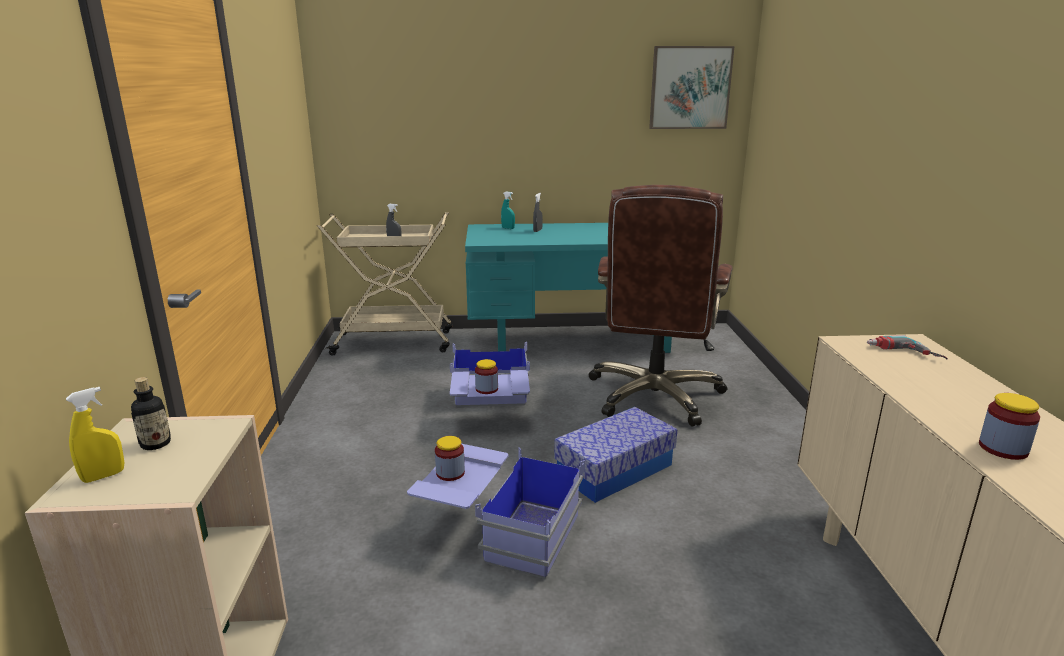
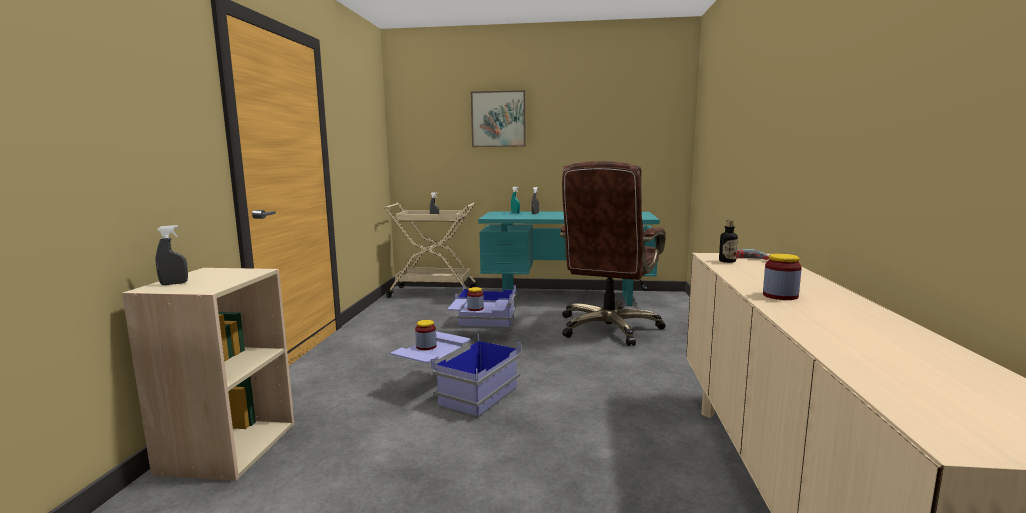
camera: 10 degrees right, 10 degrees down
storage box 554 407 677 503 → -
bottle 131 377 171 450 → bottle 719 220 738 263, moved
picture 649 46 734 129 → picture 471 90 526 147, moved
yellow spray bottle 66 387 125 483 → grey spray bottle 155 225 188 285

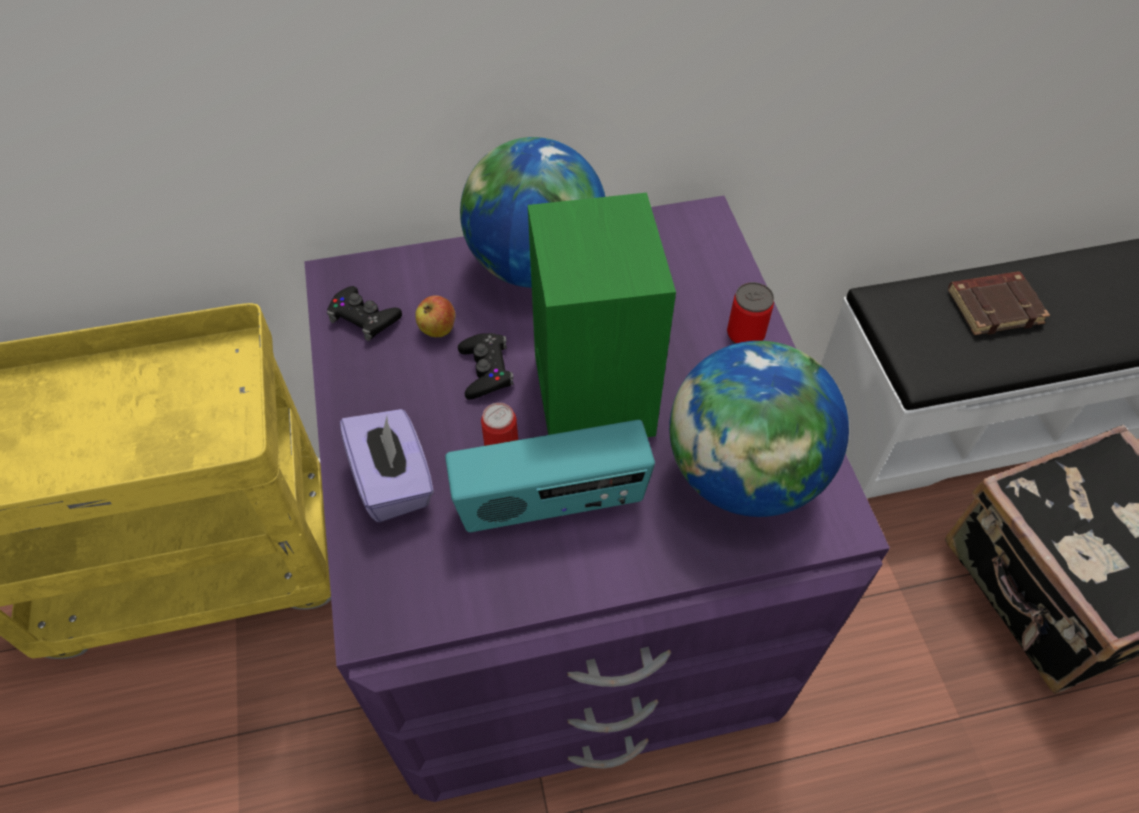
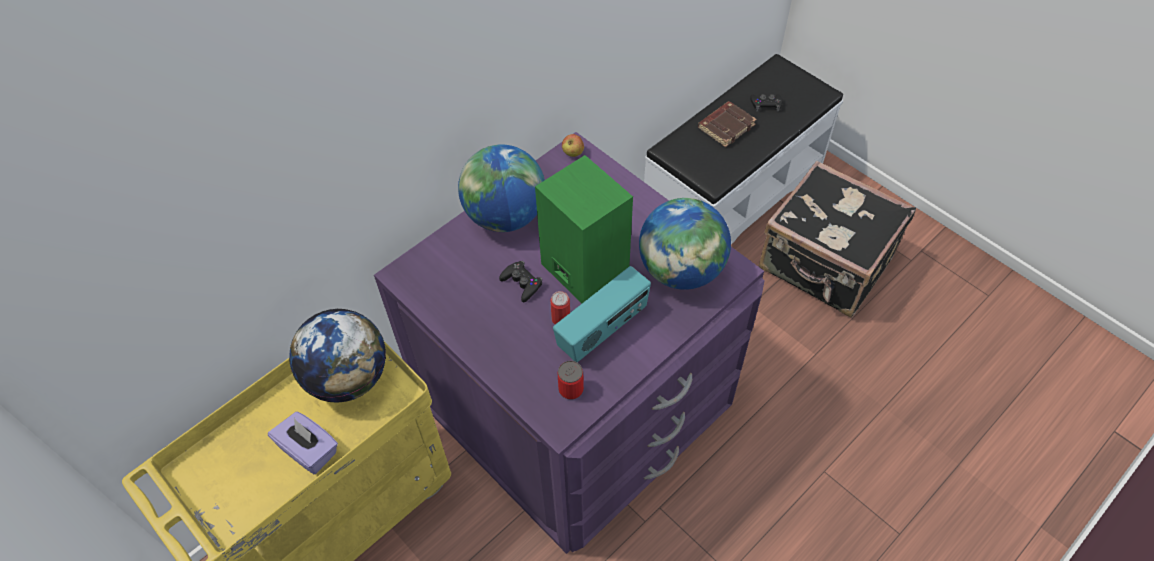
camera: 30 degrees left, 0 degrees up
- → globe 289 309 386 402
black game controller 327 286 402 341 → black game controller 750 94 783 111, moved
purple tissue box 340 409 434 522 → purple tissue box 268 412 338 474, moved
apple 415 295 456 337 → apple 562 134 584 157, moved
can 727 282 774 344 → can 558 361 584 400, moved

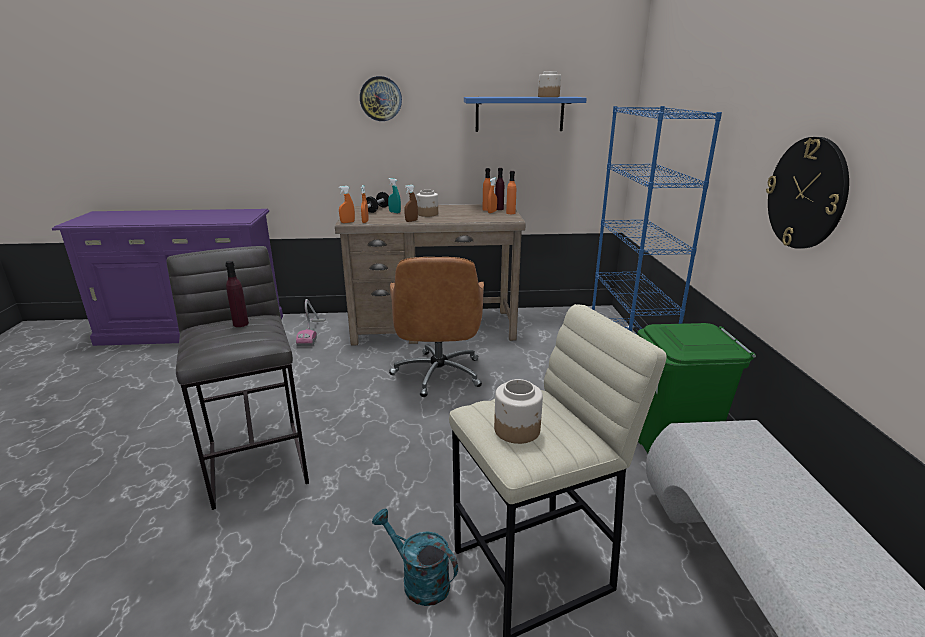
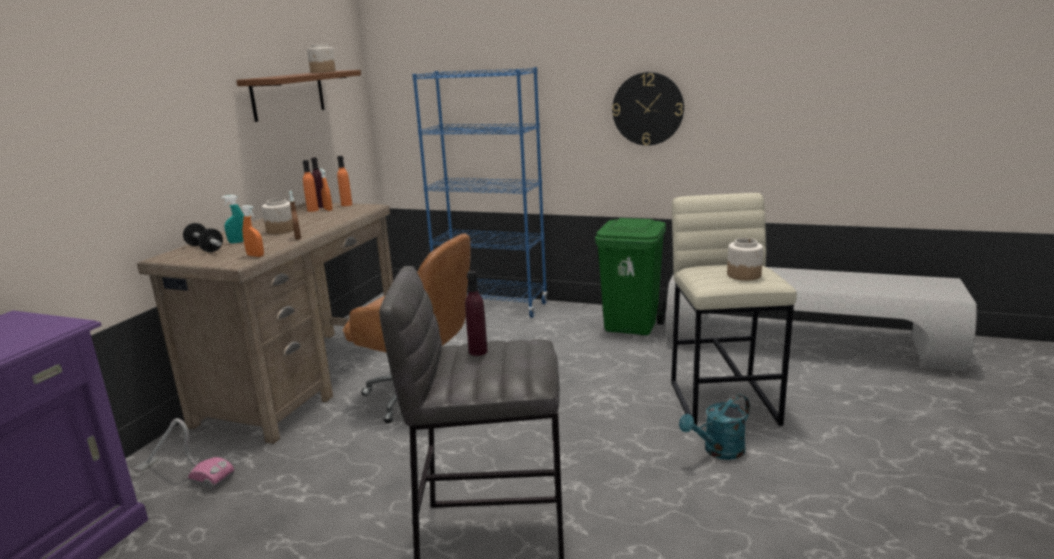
camera: 65 degrees left, 5 degrees down
orange spray bottle 338 186 355 223 → -
wall clock 360 76 402 121 → -
blue shelf 464 97 587 132 → brown shelf 236 70 361 122

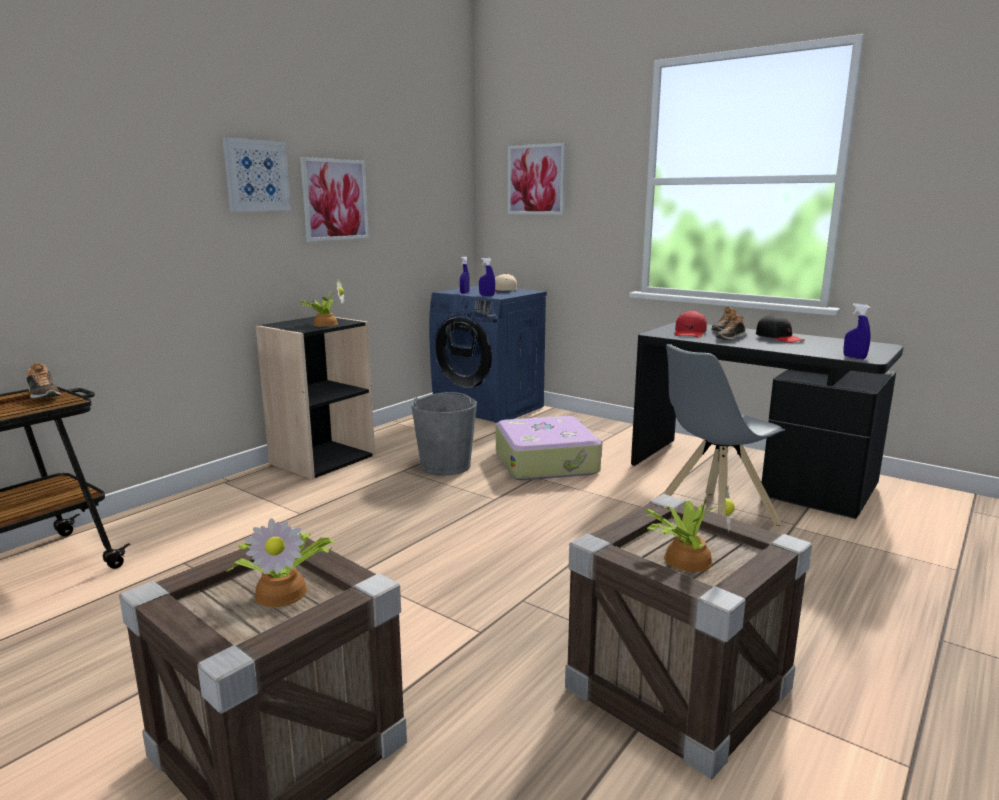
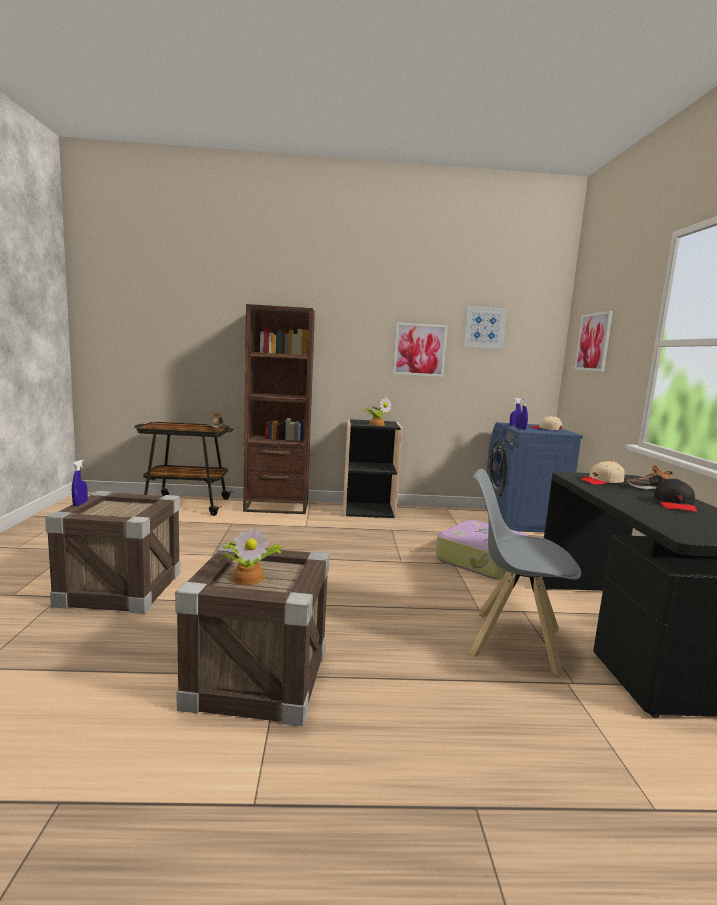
camera: 50 degrees right, 5 degrees down
potted plant 227 518 334 607 → -
grey bucket 411 392 477 476 → -
shoe 715 313 747 340 → -
- → brown bookcase 243 304 315 514
picture 222 137 291 211 → picture 463 306 507 349, moved
blue spray bottle 844 303 871 359 → blue spray bottle 72 460 88 506, moved
red cap 675 310 707 338 → beige cap 580 461 625 485

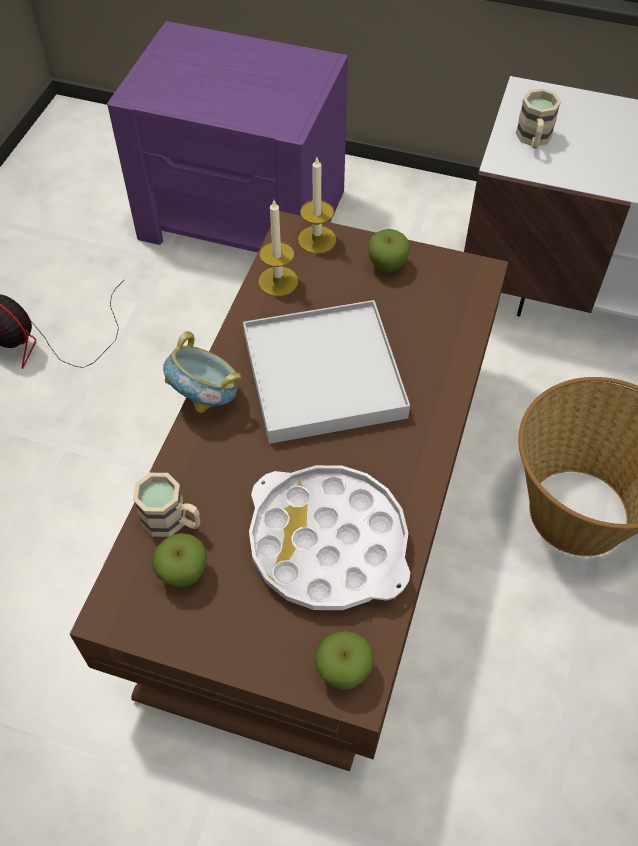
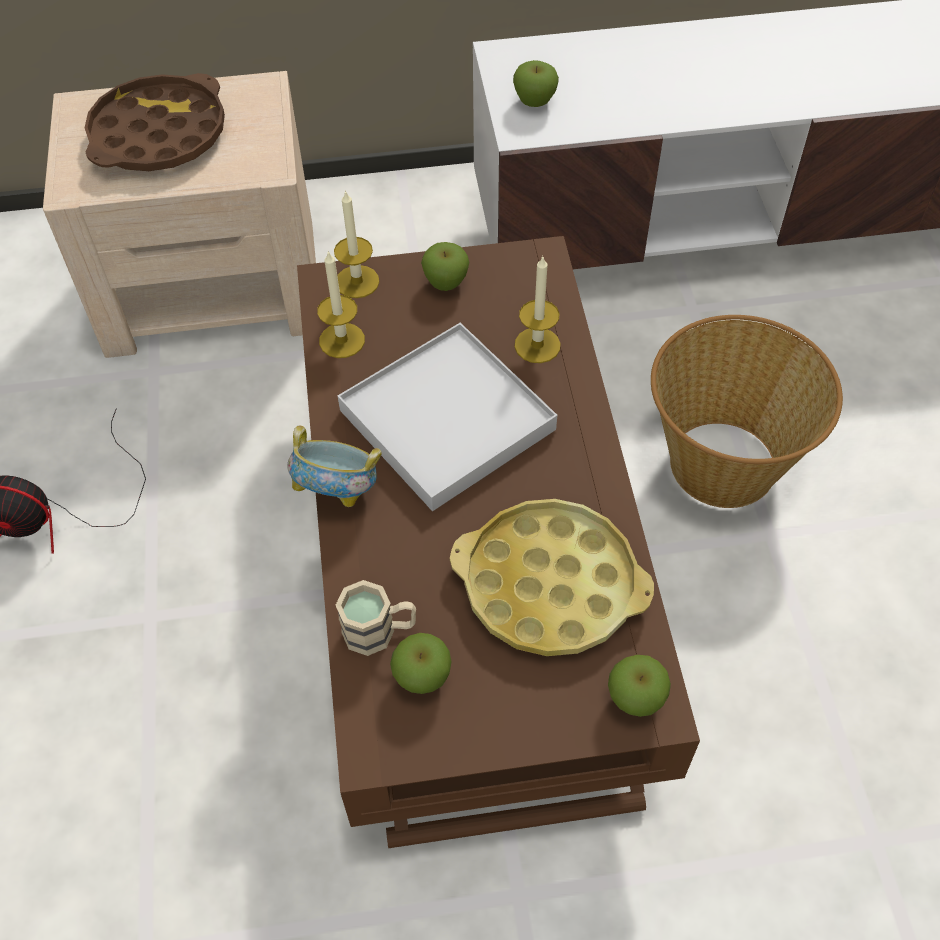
camera: 25 degrees left, 0 degrees up
- → brown tray 84 73 225 171
- → candle 515 255 561 363
beige mug 516 89 561 149 → apple 513 60 559 107
purple nightstand 107 21 348 253 → beige nightstand 43 71 316 358
white tray 249 465 410 610 → yellow tray 450 499 654 656

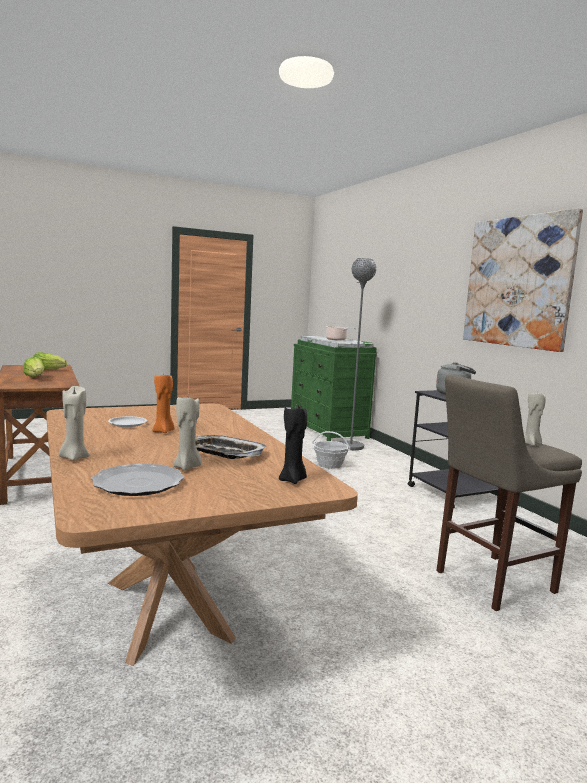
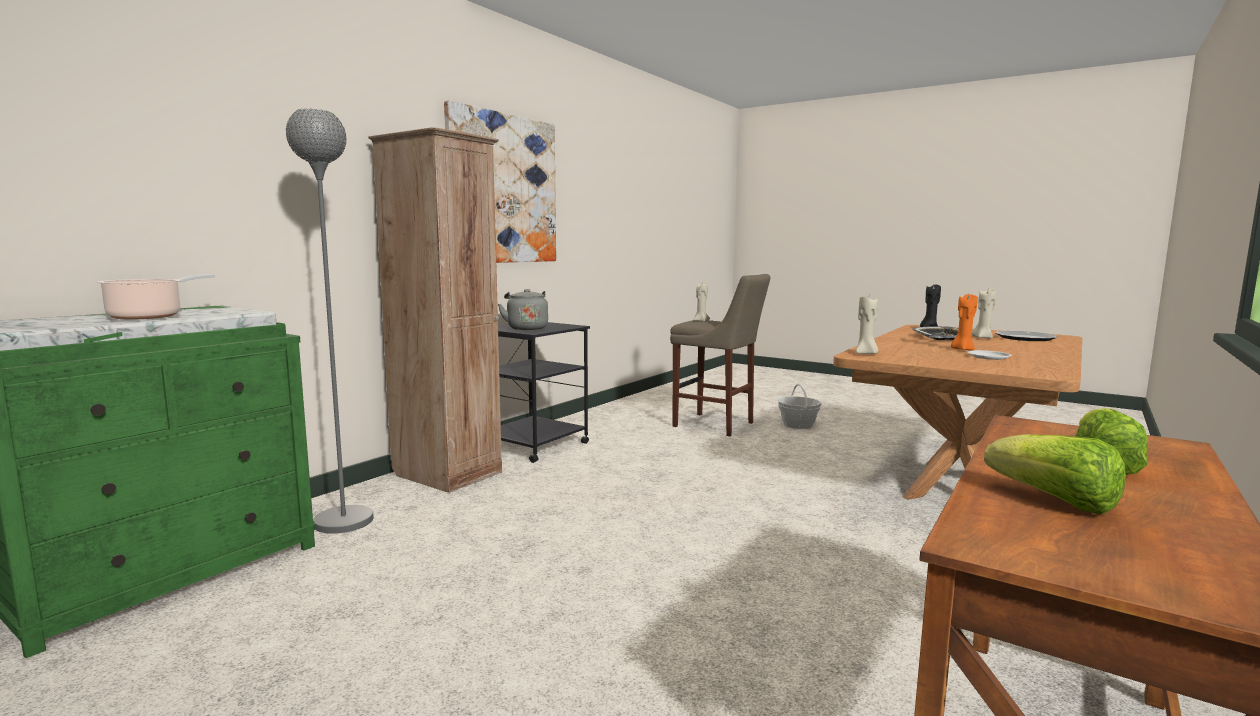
camera: 120 degrees left, 0 degrees up
- → brown cabinet 368 127 502 493
beige candle 59 386 89 460 → beige candle 856 297 878 354, moved
basket 313 431 350 469 → basket 778 384 821 429, moved

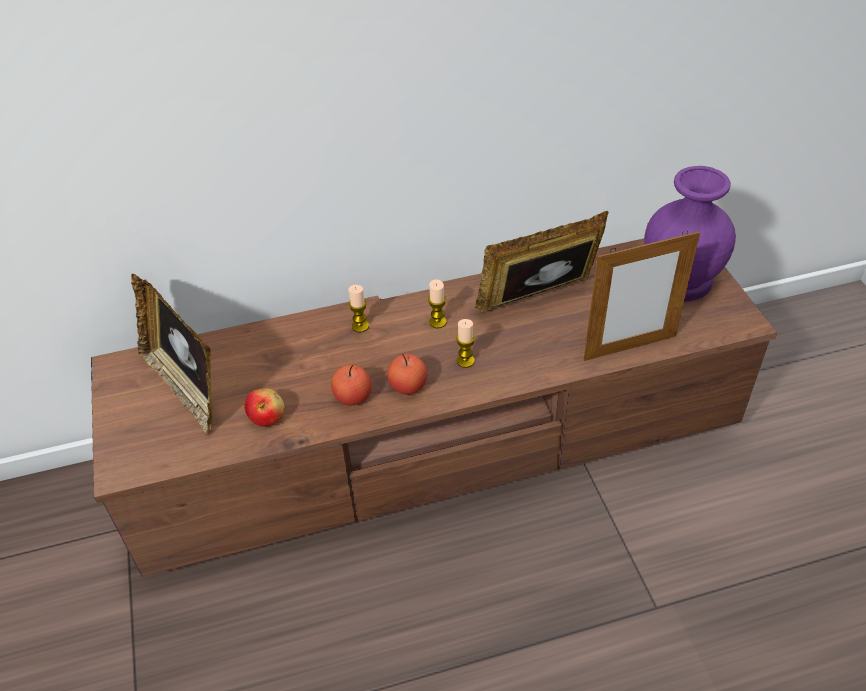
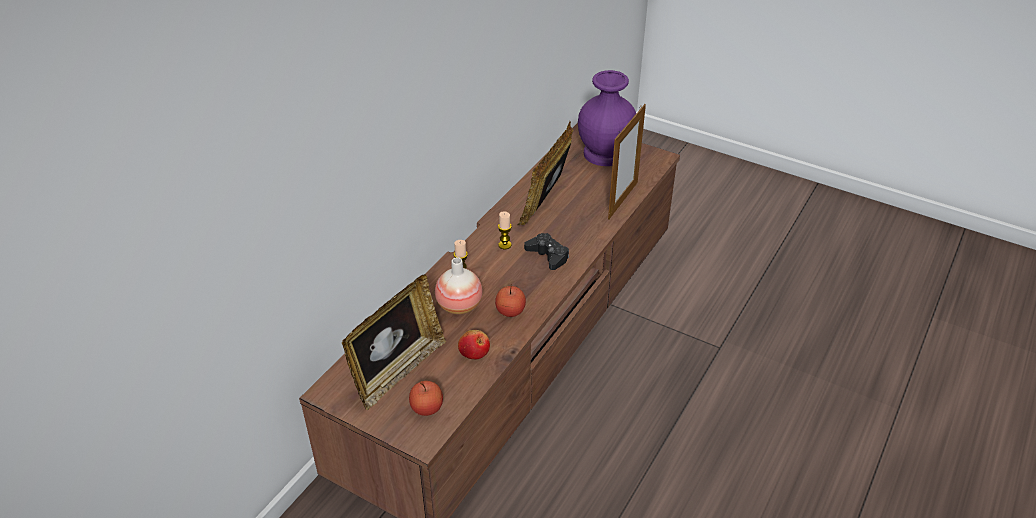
camera: 45 degrees left, 5 degrees down
- → vase 435 257 483 314
apple 387 354 427 394 → apple 409 381 443 416, moved
candle 456 319 475 368 → black game controller 524 233 569 270
picture frame 131 274 213 435 → picture frame 342 274 446 410, 60 degrees counterclockwise

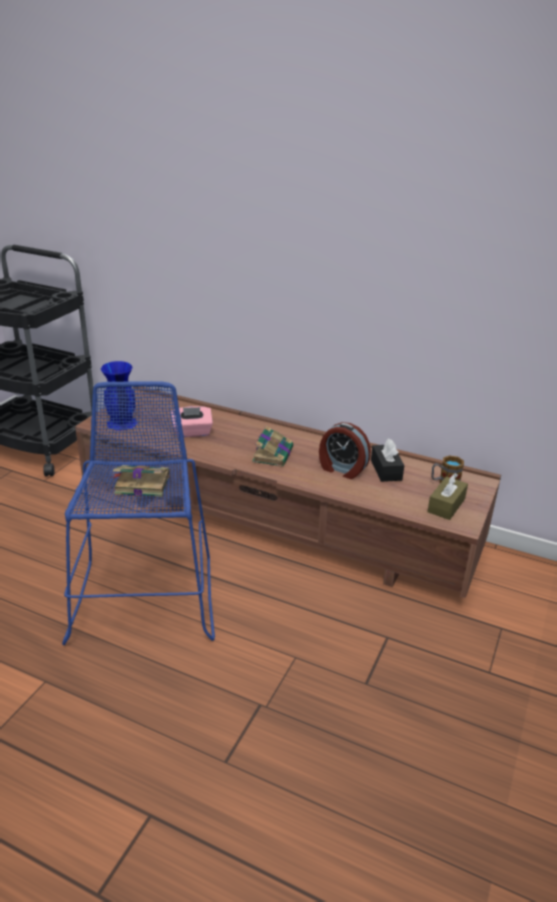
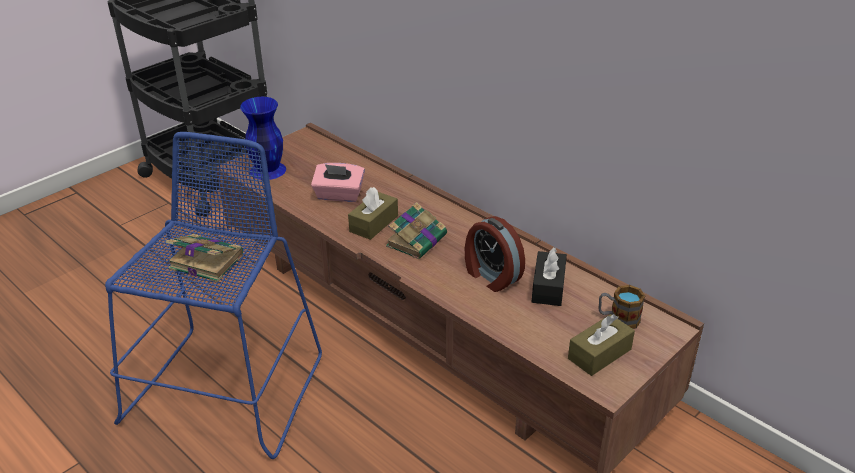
camera: 20 degrees right, 5 degrees up
- → brown tissue box 348 187 398 240

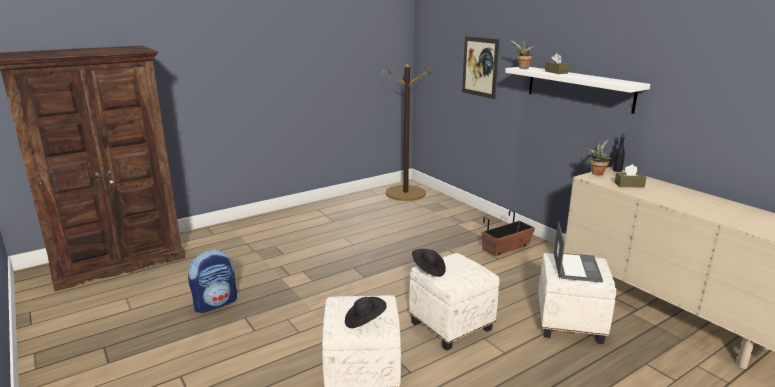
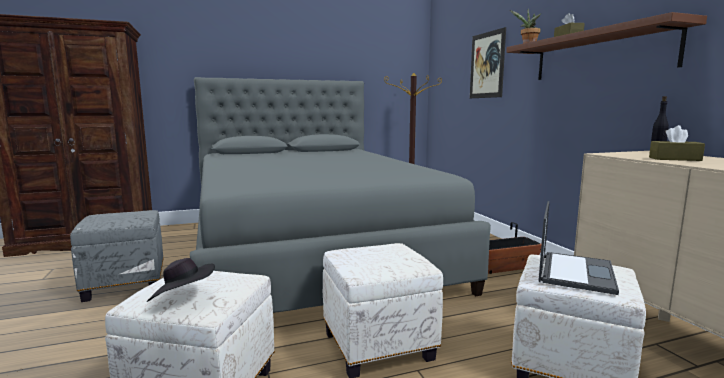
camera: 15 degrees right, 10 degrees down
black hat 412 249 446 277 → -
potted plant 587 139 612 176 → -
- → grey bed 190 77 491 313
backpack 188 250 237 313 → grey ottoman 70 210 163 302
white shelf 505 67 650 114 → brown shelf 506 12 707 80

